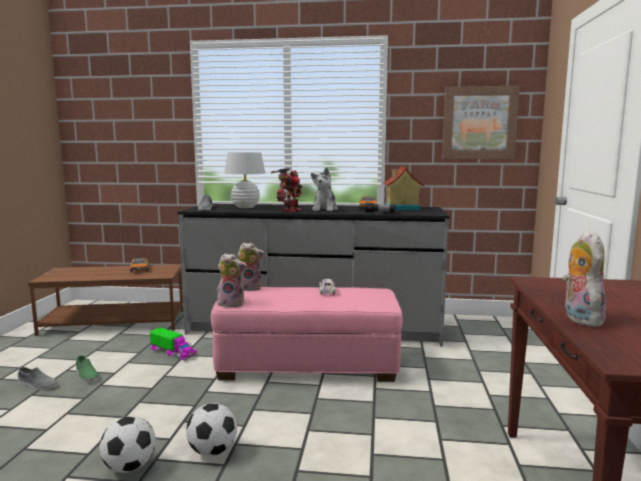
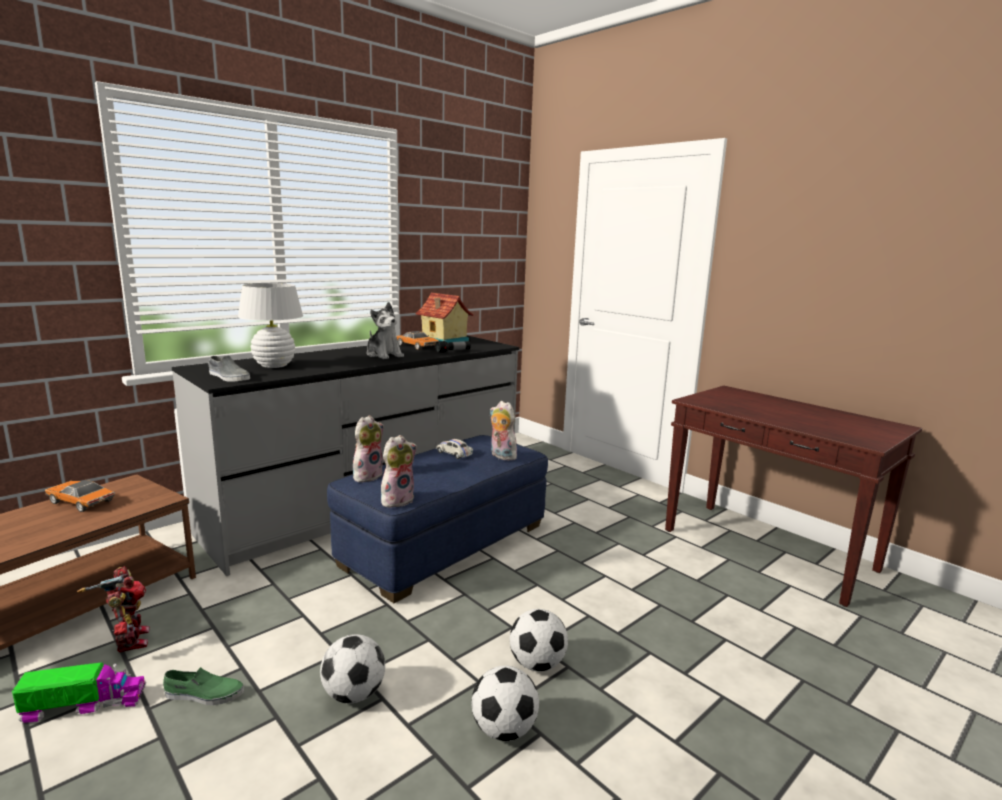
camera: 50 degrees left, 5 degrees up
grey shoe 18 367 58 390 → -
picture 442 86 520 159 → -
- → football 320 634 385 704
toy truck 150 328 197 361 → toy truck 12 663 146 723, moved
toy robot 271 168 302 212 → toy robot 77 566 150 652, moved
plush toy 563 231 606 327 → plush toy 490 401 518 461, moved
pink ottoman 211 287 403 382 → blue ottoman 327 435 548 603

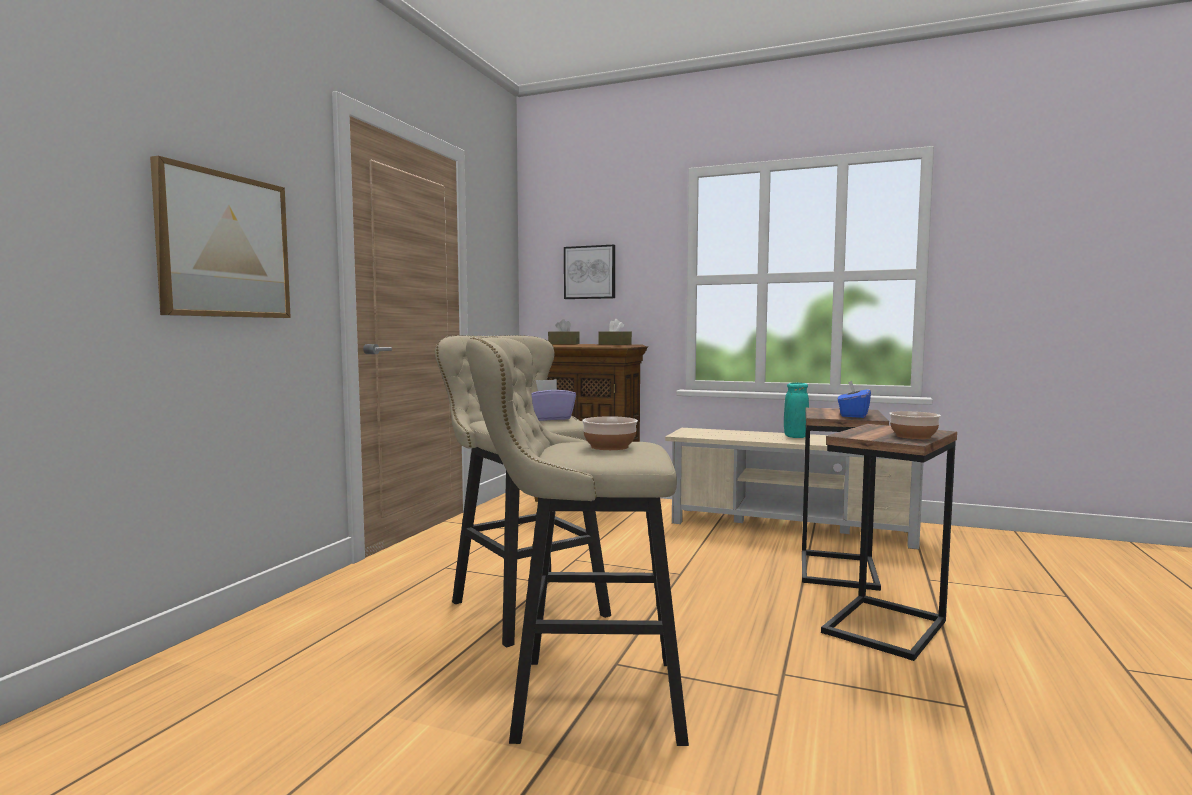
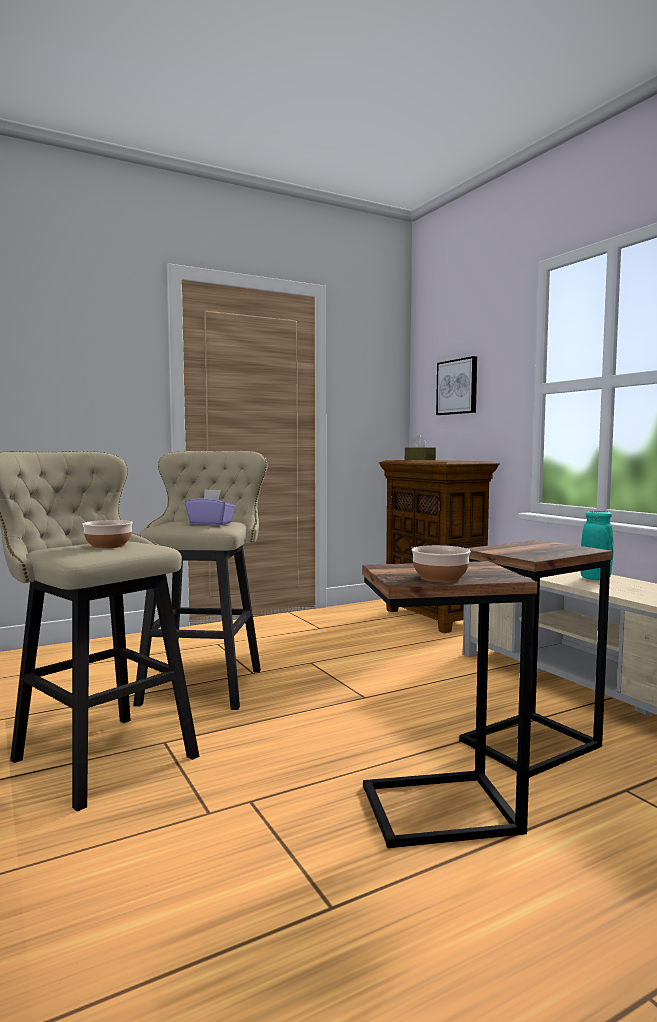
camera: 40 degrees right, 0 degrees up
picture 150 156 291 318 → -
brown tissue box 598 319 632 345 → -
blue tissue box 838 380 871 418 → -

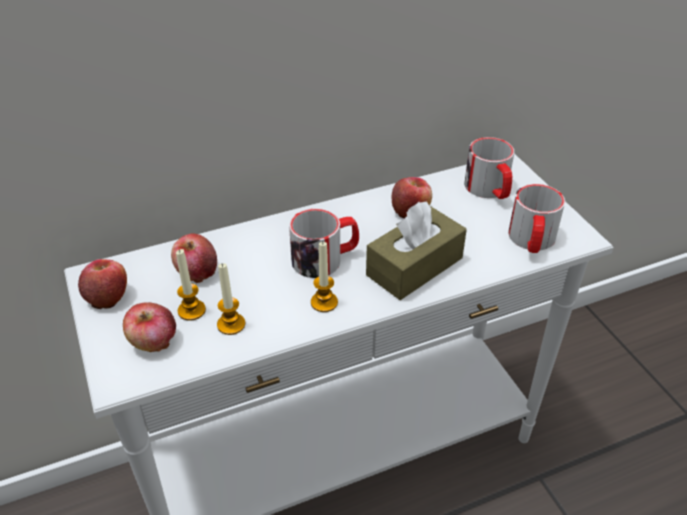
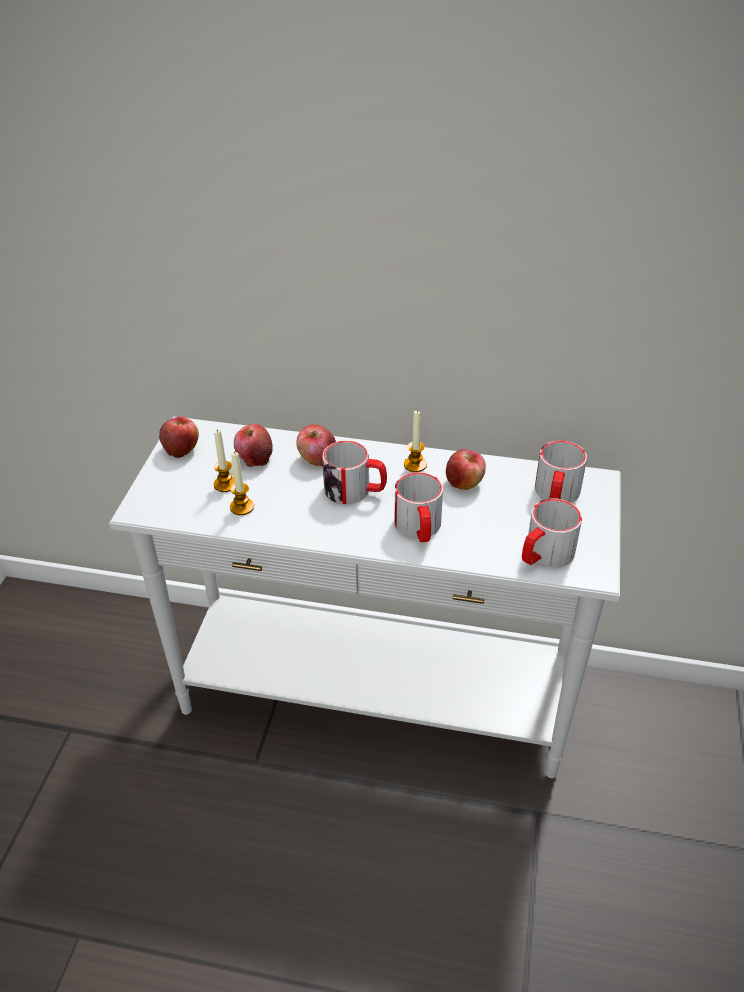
camera: 35 degrees right, 0 degrees up
apple 123 302 176 352 → apple 296 425 336 466, moved
candle 311 241 338 312 → candle 404 411 427 472, moved
brown tissue box 366 202 467 300 → mug 394 472 443 542

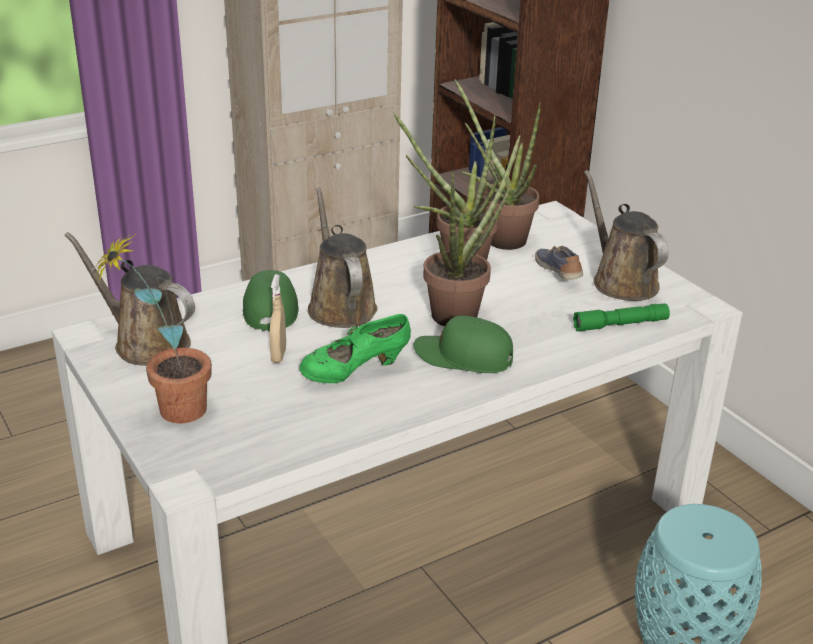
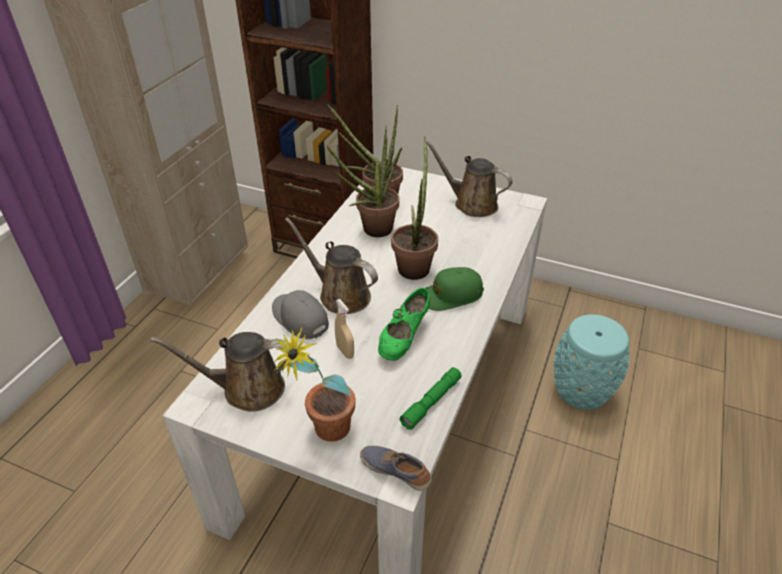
camera: 35 degrees left, 10 degrees up
shoe 535 246 583 280 → shoe 360 445 432 491, moved
green flashlight 573 303 670 332 → green flashlight 399 367 462 430, moved
green cap 243 270 299 331 → grey cap 272 290 329 339

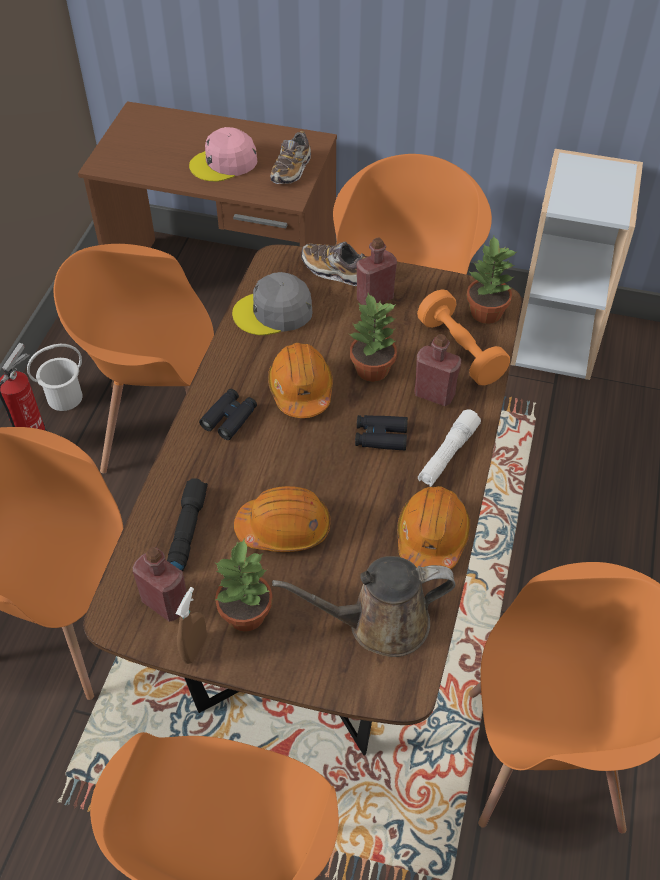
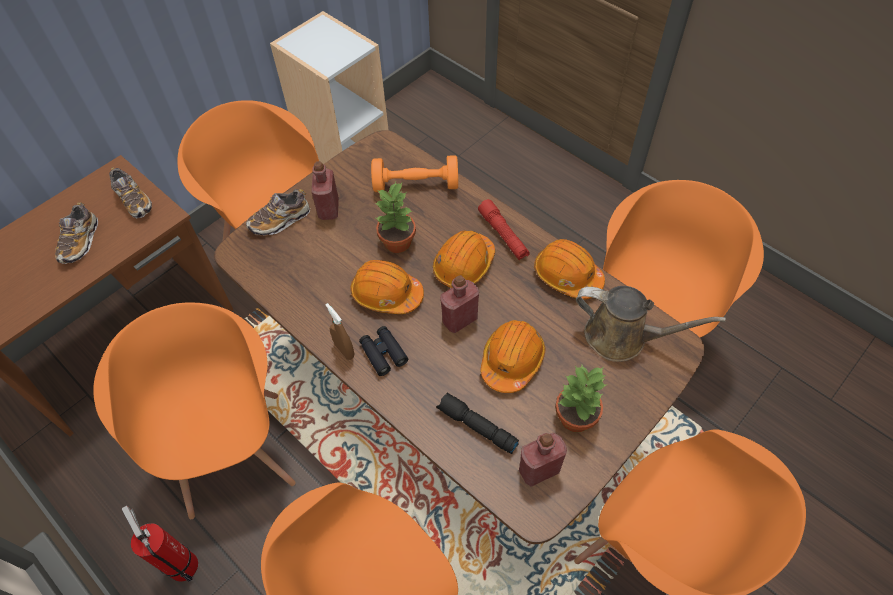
camera: 60 degrees left, 5 degrees up
white bucket 27 344 83 411 → -
grey cap 232 272 312 335 → -
potted plant 467 236 518 324 → -
brown spray bottle 175 587 207 664 → brown spray bottle 326 303 355 360, moved
red bottle 415 334 461 406 → red bottle 440 275 479 333, moved
pink cap 189 127 257 182 → shoe 55 202 98 264
black binoculars 355 415 408 451 → orange hard hat 433 230 495 288
white flashlight 418 409 481 487 → red flashlight 478 199 530 261
orange chair 53 244 214 473 → orange chair 93 303 296 519, 135 degrees clockwise
brown watering can 272 556 455 657 → brown watering can 576 286 726 362, 90 degrees counterclockwise

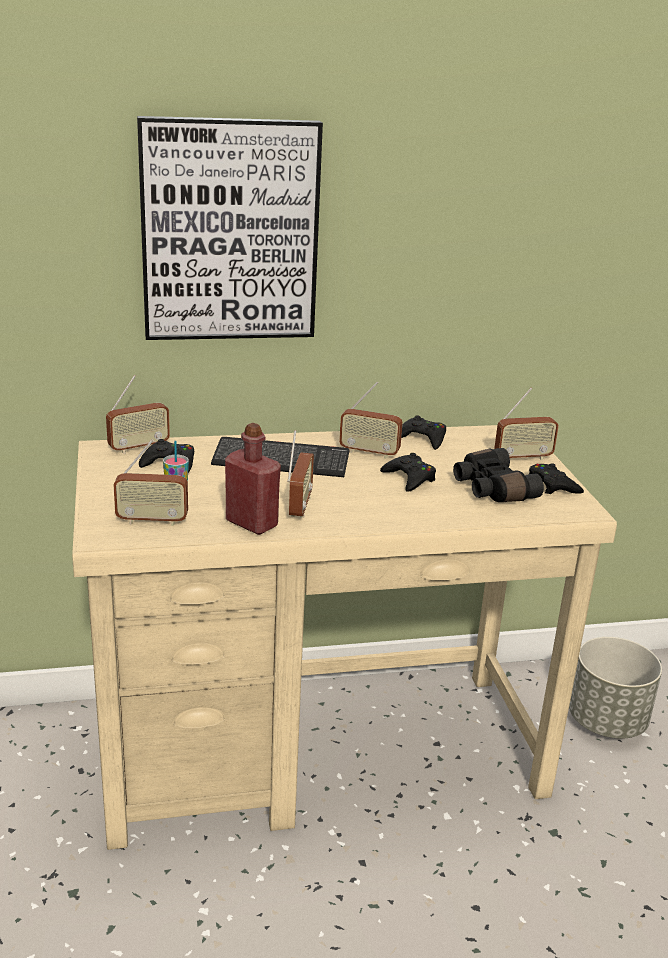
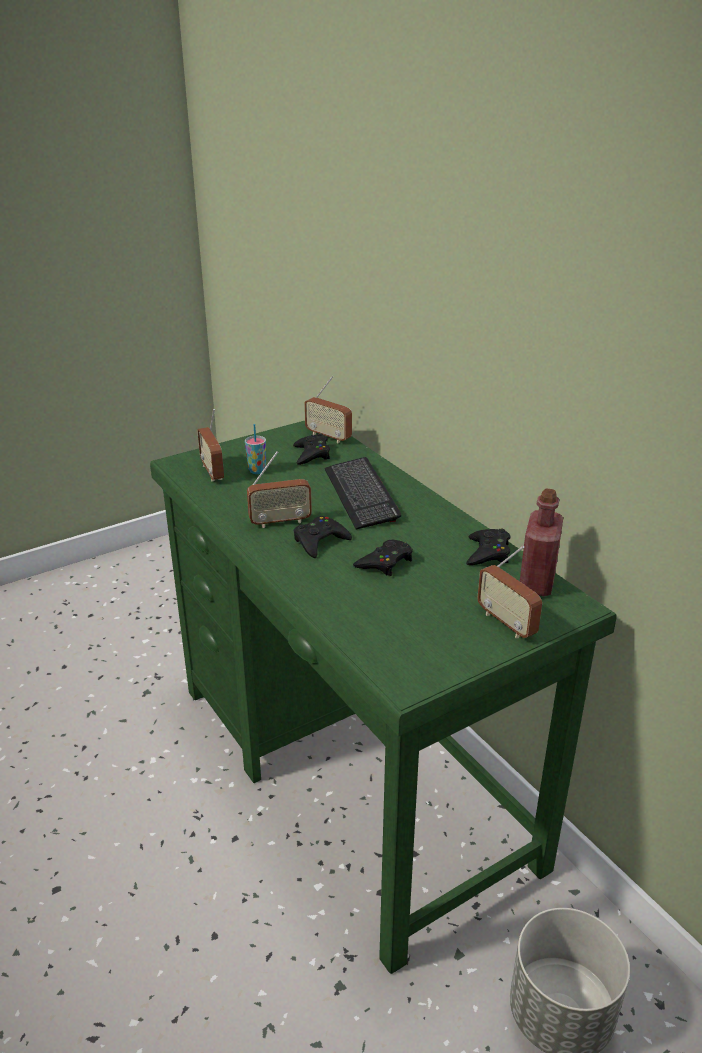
camera: 70 degrees right, 5 degrees up
picture 137 116 323 340 → -
radio 339 382 403 459 → -
black binoculars 453 448 544 502 → -
red bottle 225 423 281 535 → red bottle 520 488 563 596, moved
black game controller 529 463 584 494 → black game controller 294 516 352 558, moved
beige desk 72 425 617 850 → green desk 150 421 617 974

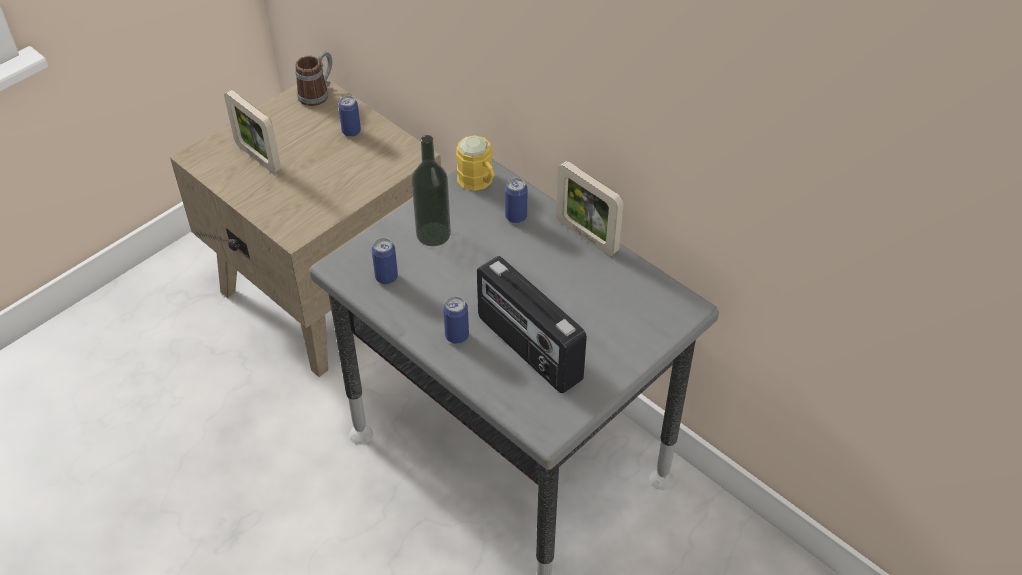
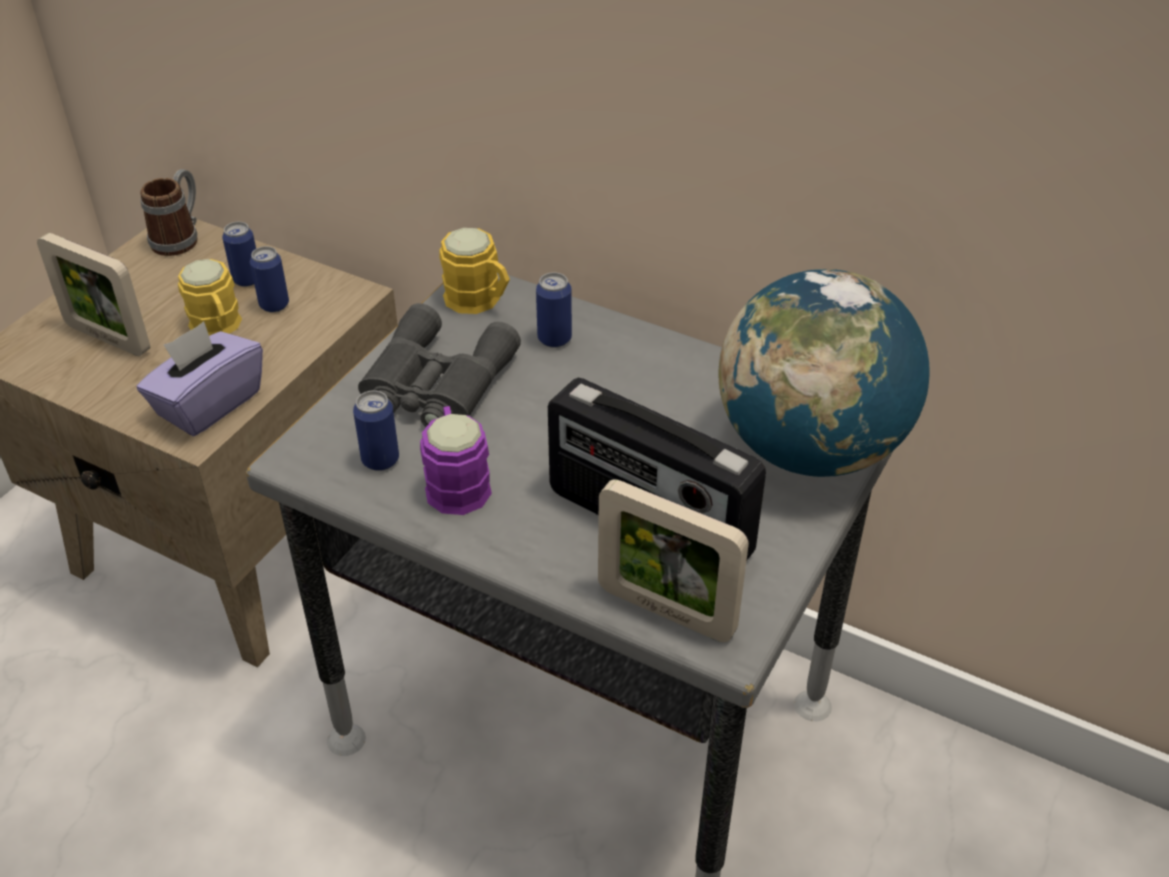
camera: 15 degrees left, 5 degrees down
- → purple tissue box 137 322 263 436
- → yellow mug 178 259 242 336
- → purple mug 420 406 492 515
- → globe 719 269 930 477
can 443 296 469 344 → can 250 246 289 312, moved
picture frame 556 161 624 256 → picture frame 598 480 749 642, moved
bottle 412 135 451 246 → grey binoculars 358 303 521 427

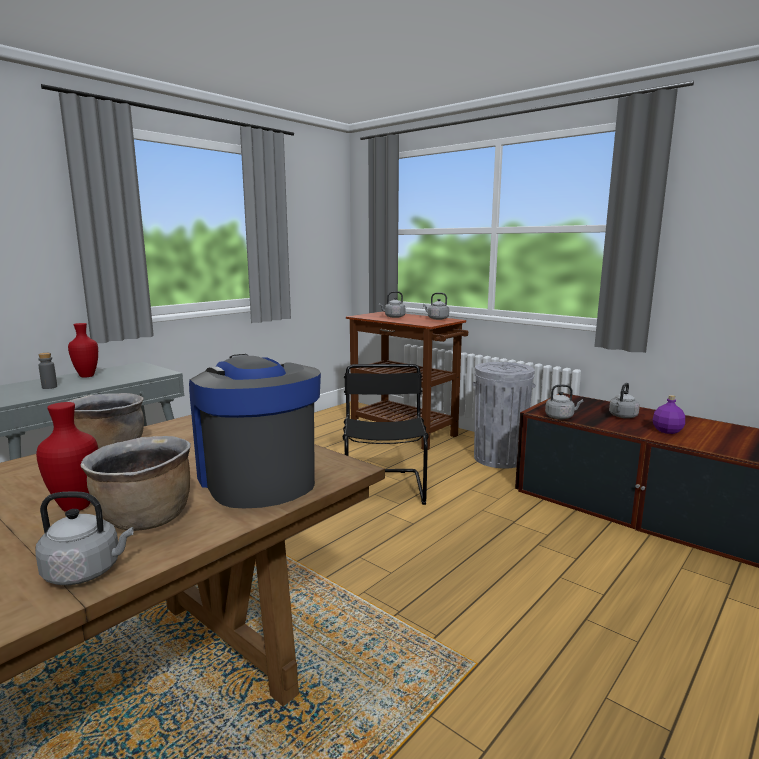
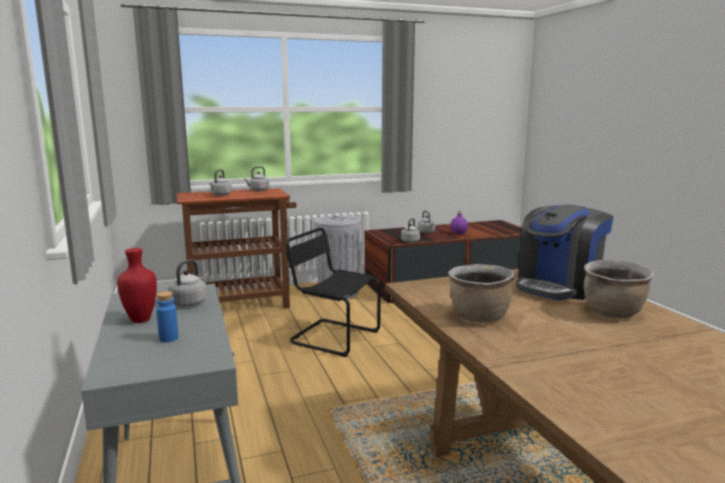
camera: 60 degrees left, 0 degrees up
red vase 36 402 98 512 → -
grey kettle 35 492 133 585 → grey kettle 168 260 209 307, moved
grey bottle 38 353 57 389 → blue bottle 156 291 179 342
coffee machine 189 354 321 508 → coffee machine 516 204 614 300, 45 degrees counterclockwise

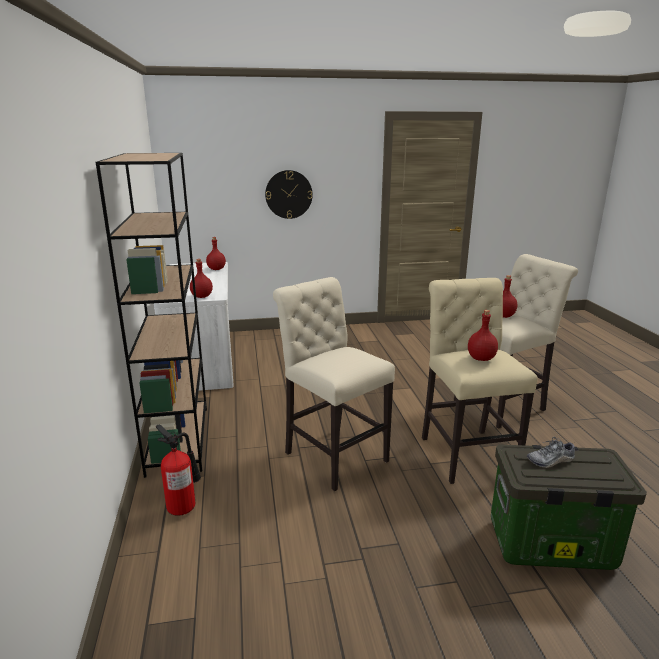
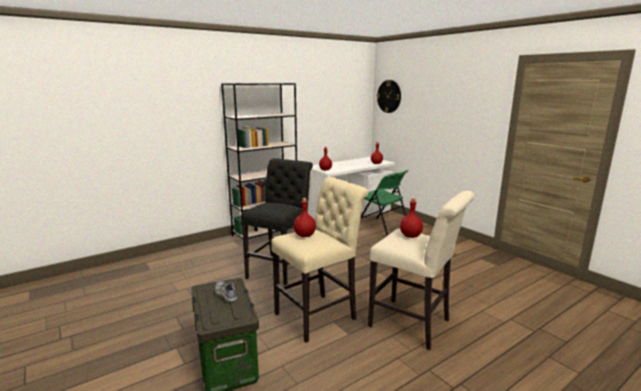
camera: 65 degrees right, 5 degrees down
fire extinguisher 156 425 201 516 → -
- → green chair 361 170 408 236
wall clock 265 170 313 219 → wall clock 376 80 401 113, moved
beige stool 273 277 395 491 → black stool 241 158 313 285

